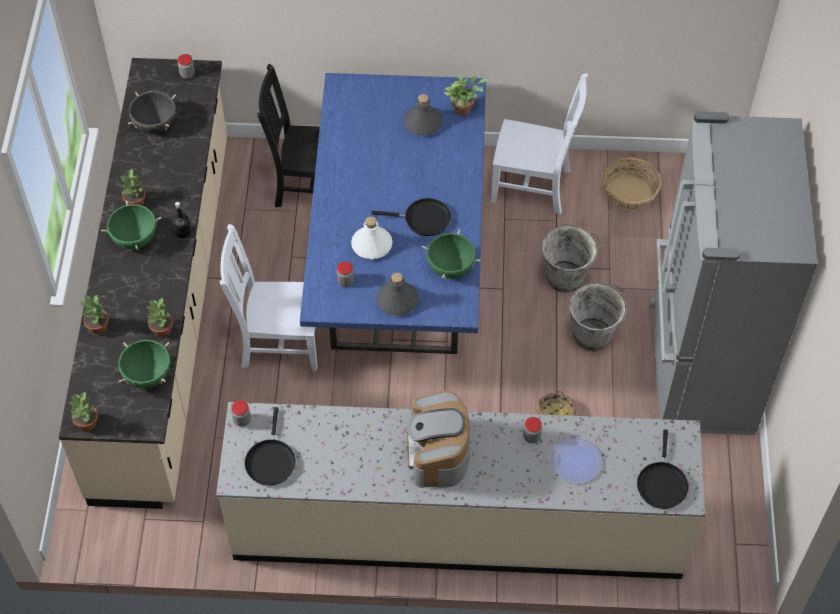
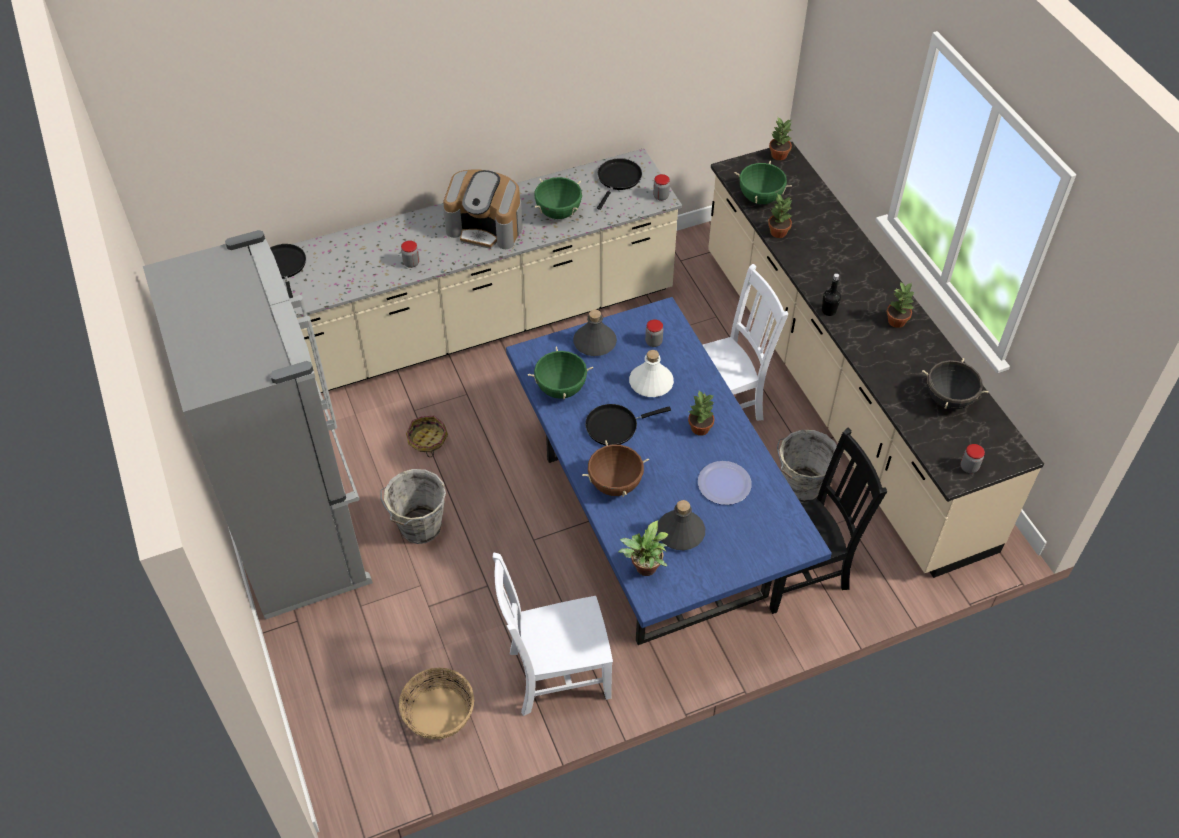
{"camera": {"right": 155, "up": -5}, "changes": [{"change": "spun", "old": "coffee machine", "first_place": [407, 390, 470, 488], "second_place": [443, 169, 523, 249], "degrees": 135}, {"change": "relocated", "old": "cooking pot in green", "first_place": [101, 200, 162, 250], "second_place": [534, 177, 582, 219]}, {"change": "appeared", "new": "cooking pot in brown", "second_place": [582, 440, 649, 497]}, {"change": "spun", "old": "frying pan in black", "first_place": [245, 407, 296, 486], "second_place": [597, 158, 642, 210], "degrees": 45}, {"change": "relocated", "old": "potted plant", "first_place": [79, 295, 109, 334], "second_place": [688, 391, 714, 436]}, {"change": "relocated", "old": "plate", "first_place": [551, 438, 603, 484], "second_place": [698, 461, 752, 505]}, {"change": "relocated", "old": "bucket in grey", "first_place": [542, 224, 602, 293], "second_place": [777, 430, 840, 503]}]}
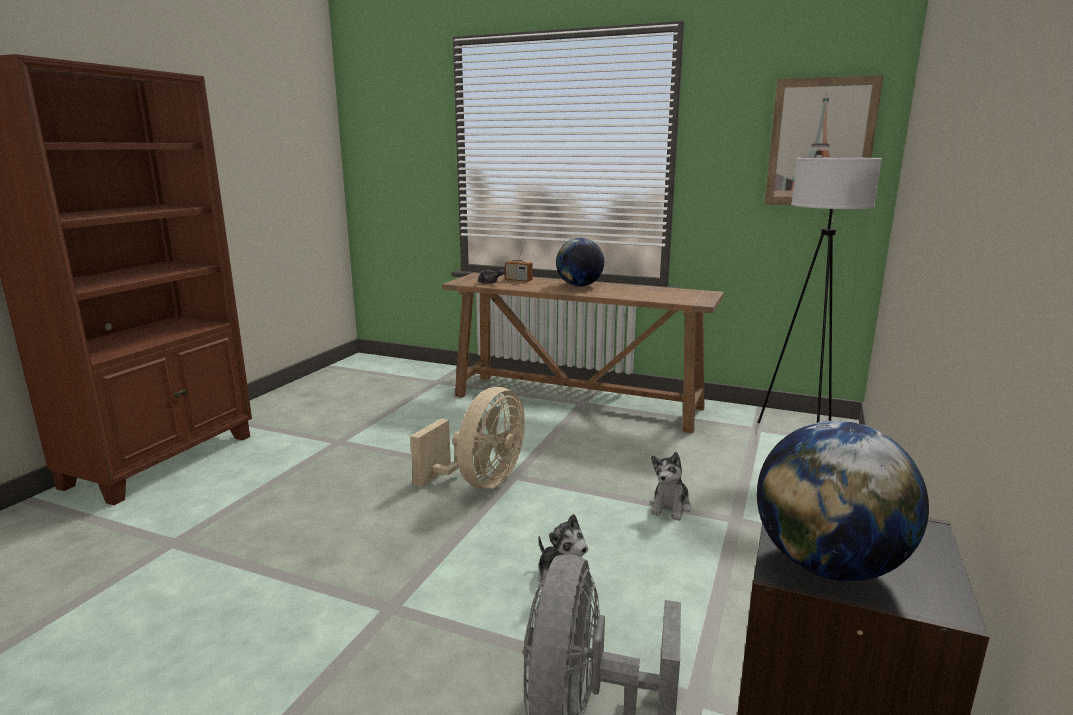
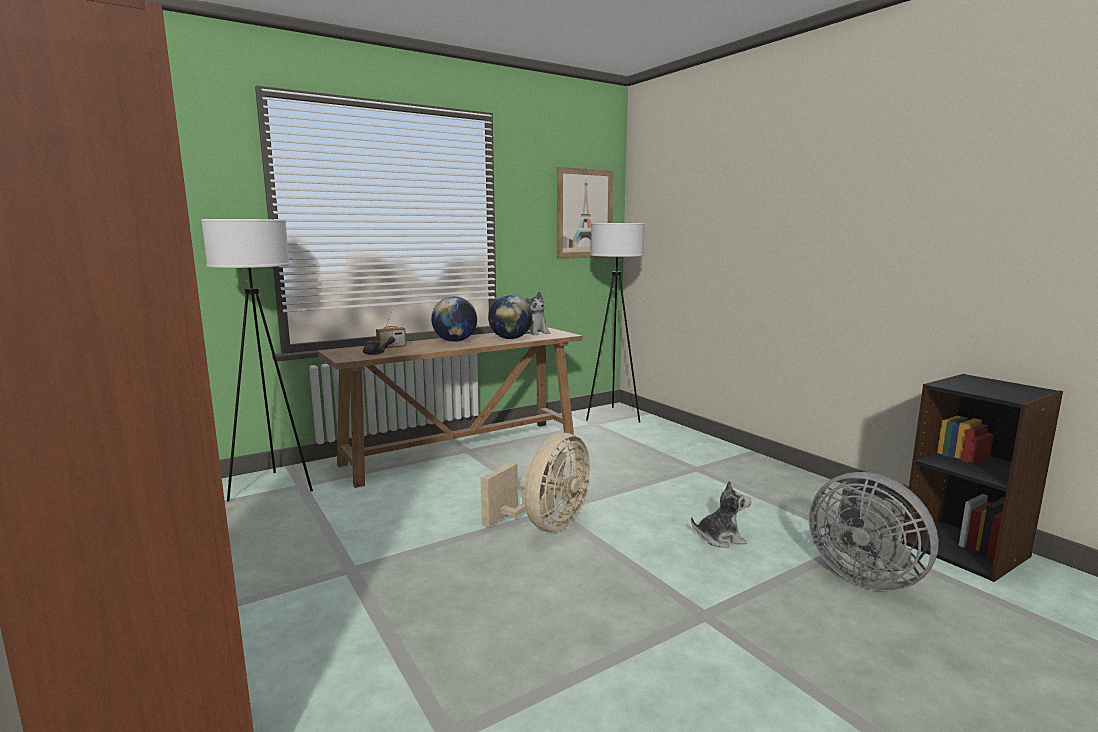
{"camera": {"right": -55, "up": -5}, "changes": [{"change": "appeared", "new": "floor lamp in white", "second_place": [201, 219, 313, 502]}, {"change": "spun", "old": "fan in beige", "first_place": [410, 387, 525, 489], "second_place": [480, 433, 590, 532], "degrees": 60}, {"change": "relocated", "old": "globe", "first_place": [757, 421, 929, 581], "second_place": [488, 295, 532, 339]}, {"change": "relocated", "old": "plush toy", "first_place": [651, 452, 691, 521], "second_place": [525, 292, 550, 335]}]}
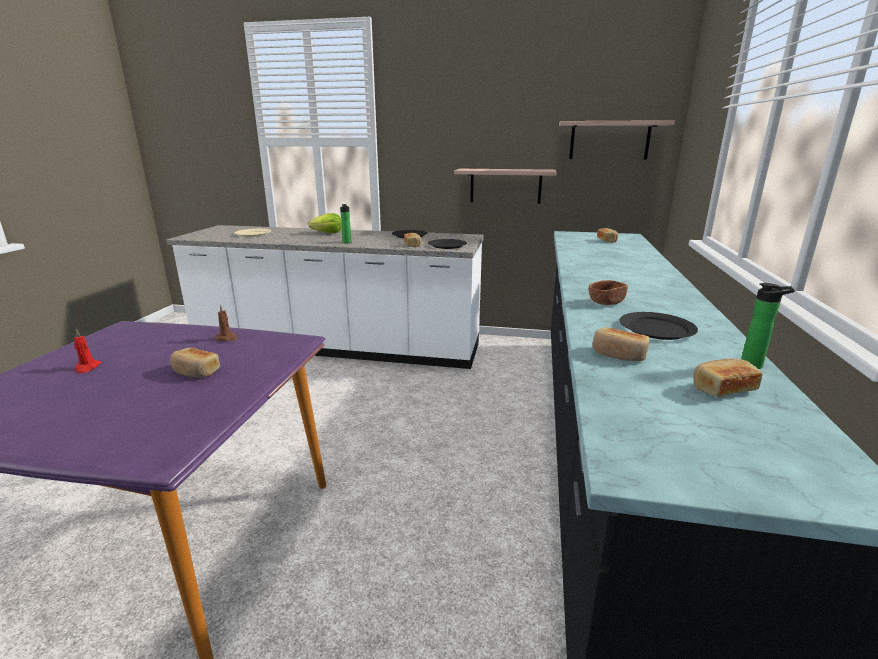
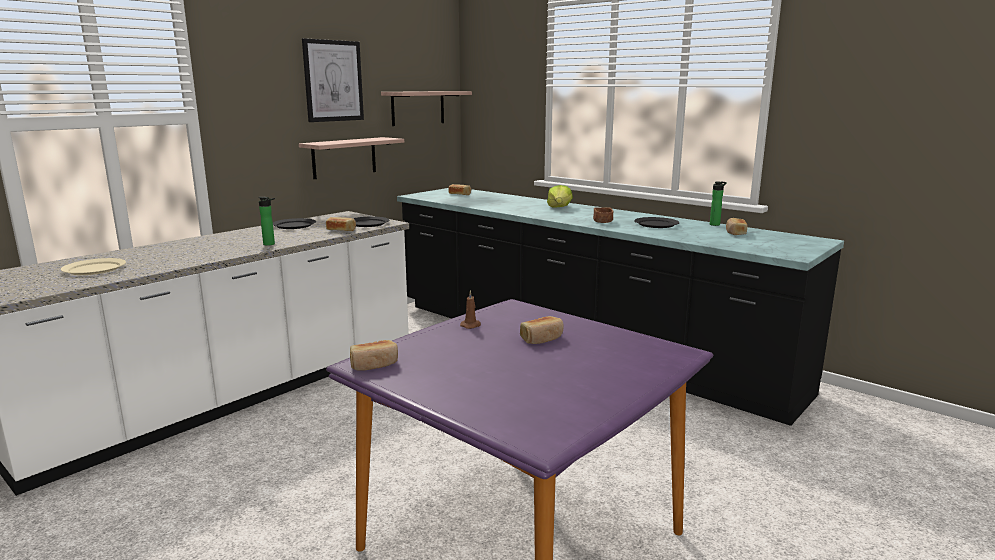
{"camera": {"right": -60, "up": -5}, "changes": [{"change": "appeared", "new": "picture", "second_place": [302, 38, 364, 122]}, {"change": "relocated", "old": "bread", "first_place": [593, 327, 649, 361], "second_place": [350, 340, 398, 371]}, {"change": "relocated", "old": "lettuce", "first_place": [308, 213, 342, 233], "second_place": [547, 185, 573, 208]}, {"change": "missing", "old": "candle in red", "first_place": [74, 329, 101, 373]}]}
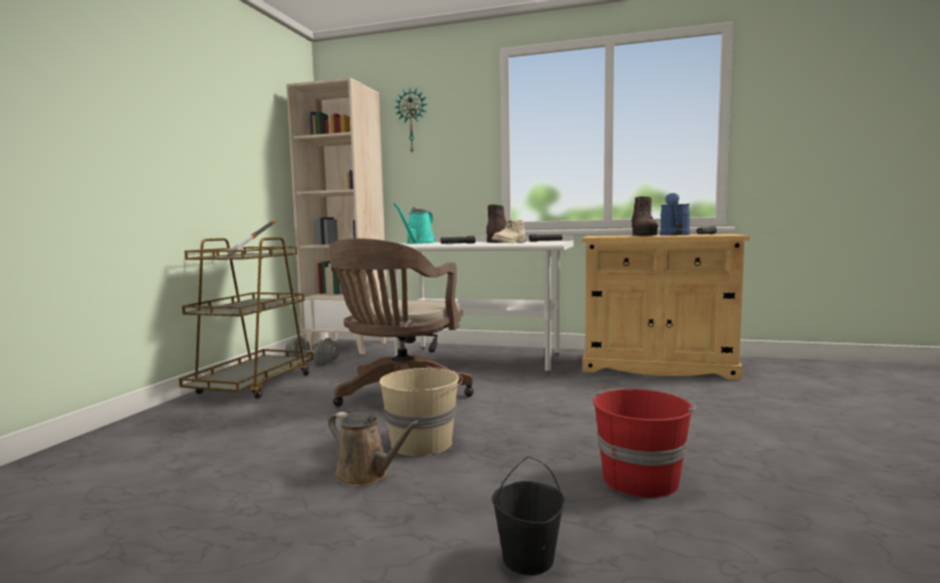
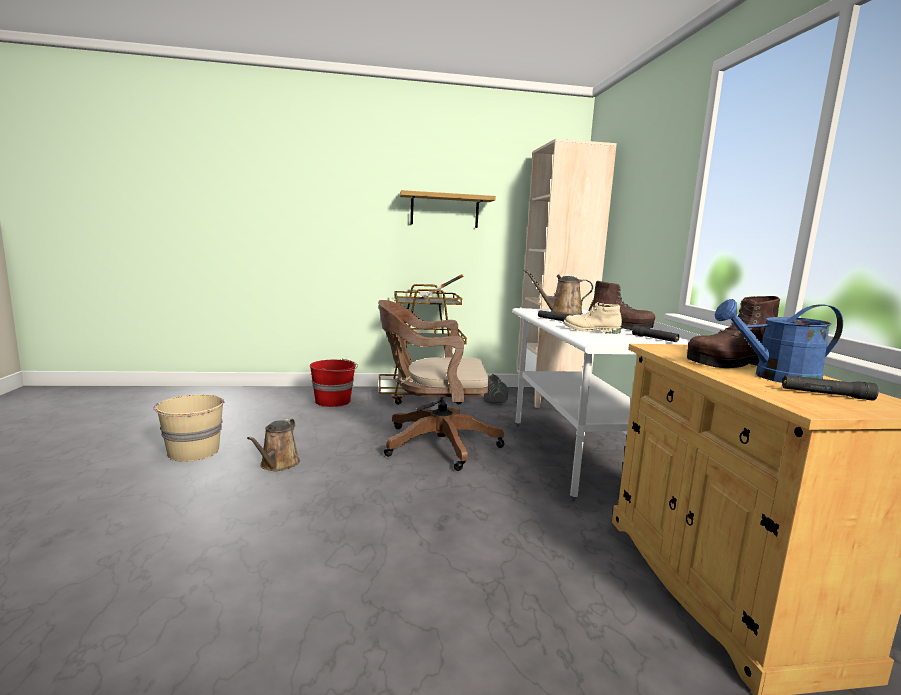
{"camera": {"right": 65, "up": 5}, "changes": [{"change": "relocated", "old": "bucket in beige", "first_place": [379, 365, 463, 456], "second_place": [154, 394, 225, 462]}, {"change": "relocated", "old": "bucket in red", "first_place": [593, 389, 696, 498], "second_place": [310, 358, 358, 407]}, {"change": "appeared", "new": "shelf", "second_place": [400, 190, 496, 228]}, {"change": "colour", "old": "watering can in turquoise", "new": "watering can in brown", "first_place": [393, 203, 436, 244], "second_place": [523, 269, 594, 315]}, {"change": "missing", "old": "wall clock", "first_place": [394, 88, 428, 153]}, {"change": "missing", "old": "bucket in black", "first_place": [492, 456, 564, 575]}]}
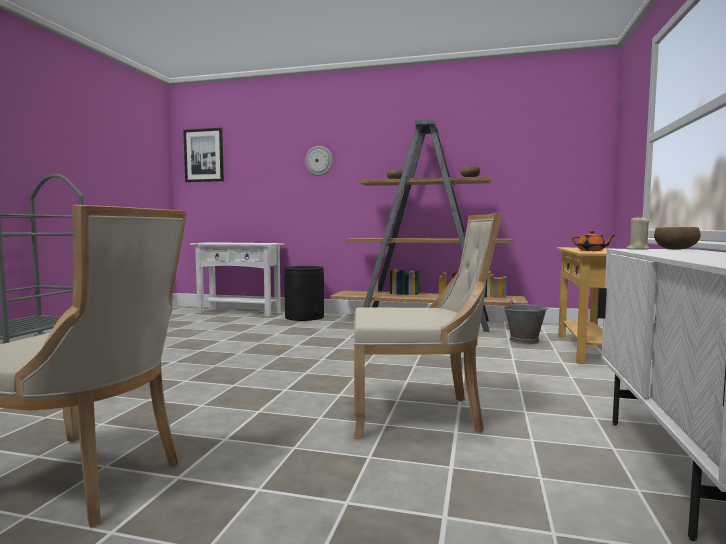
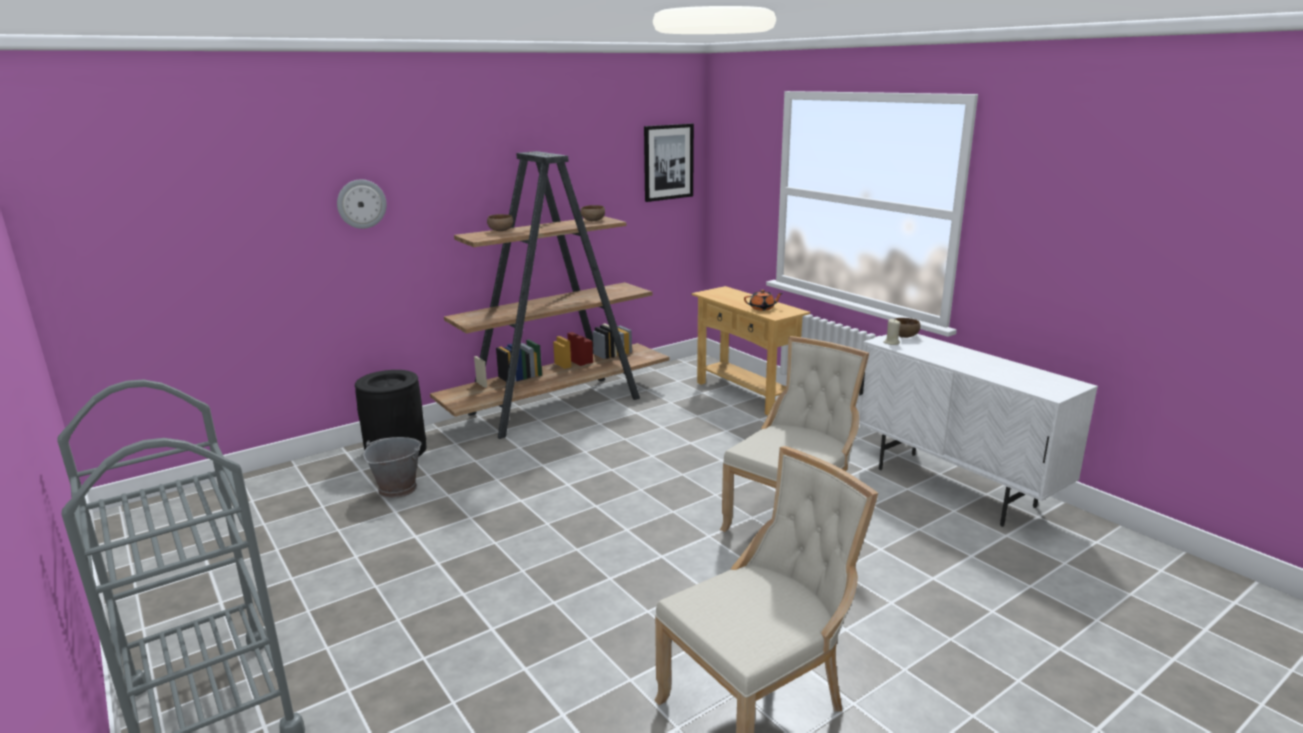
{"camera": {"right": -50, "up": 15}, "changes": [{"change": "relocated", "old": "bucket in grey", "first_place": [503, 300, 548, 344], "second_place": [363, 437, 421, 498]}, {"change": "relocated", "old": "picture", "first_place": [183, 128, 224, 182], "second_place": [644, 123, 694, 202]}, {"change": "missing", "old": "console table in white", "first_place": [190, 242, 285, 317]}]}
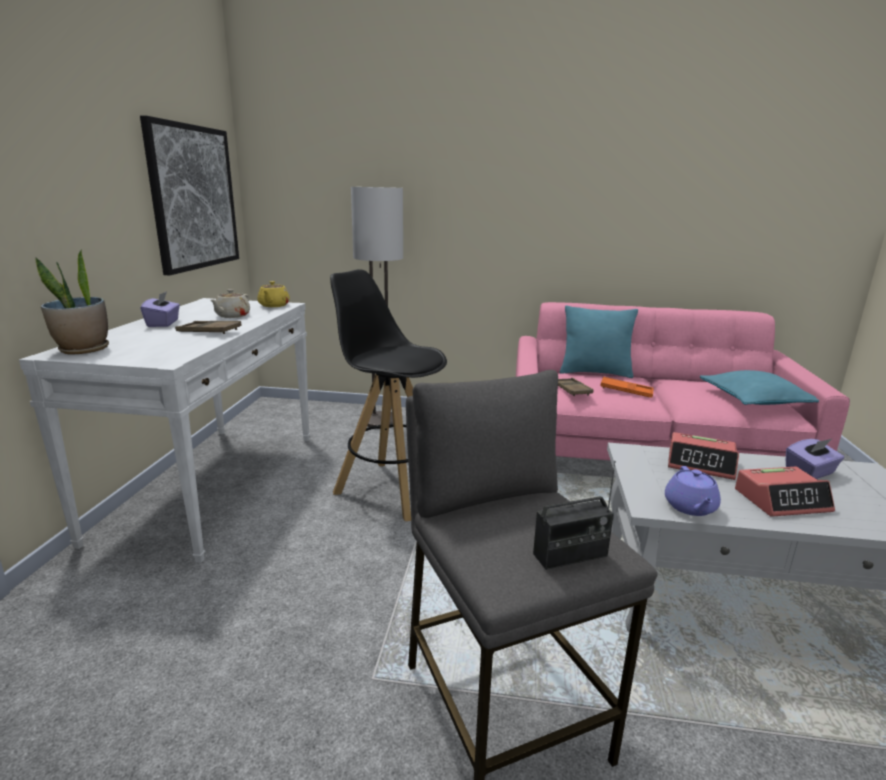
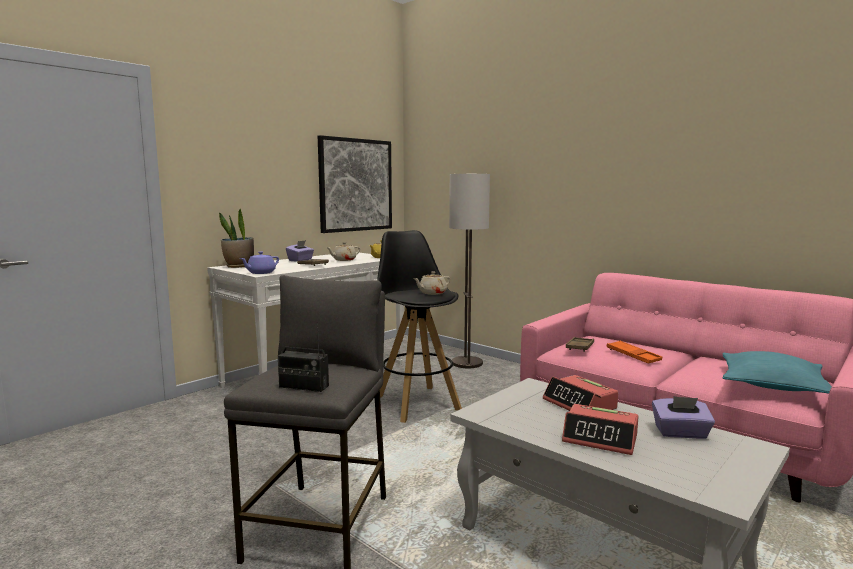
{"camera": {"right": 35, "up": -10}, "changes": [{"change": "relocated", "old": "teapot in purple", "first_place": [665, 466, 721, 516], "second_place": [239, 251, 279, 274]}, {"change": "appeared", "new": "teapot in beige", "second_place": [413, 272, 450, 295]}, {"change": "missing", "old": "pillow in turquoise", "first_place": [560, 305, 638, 378]}]}
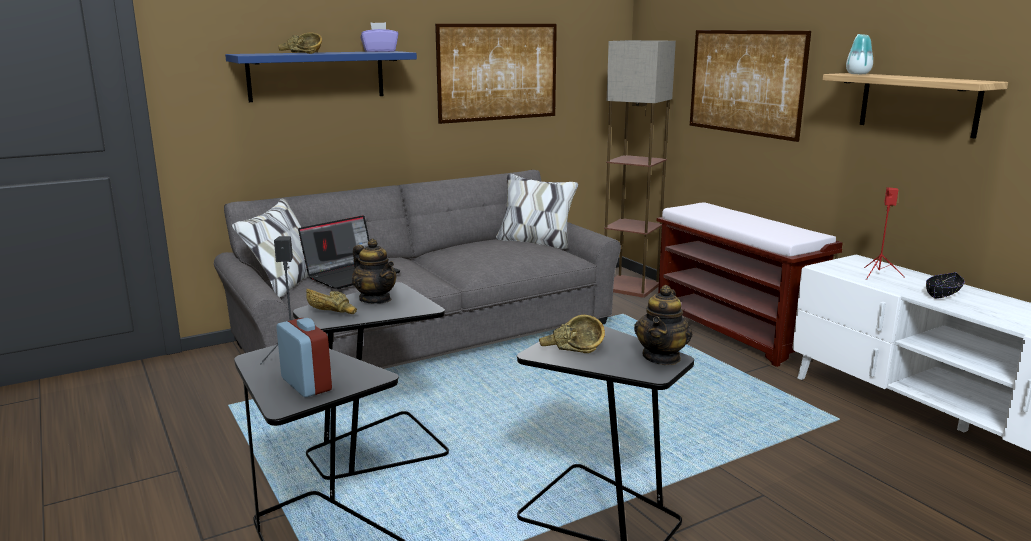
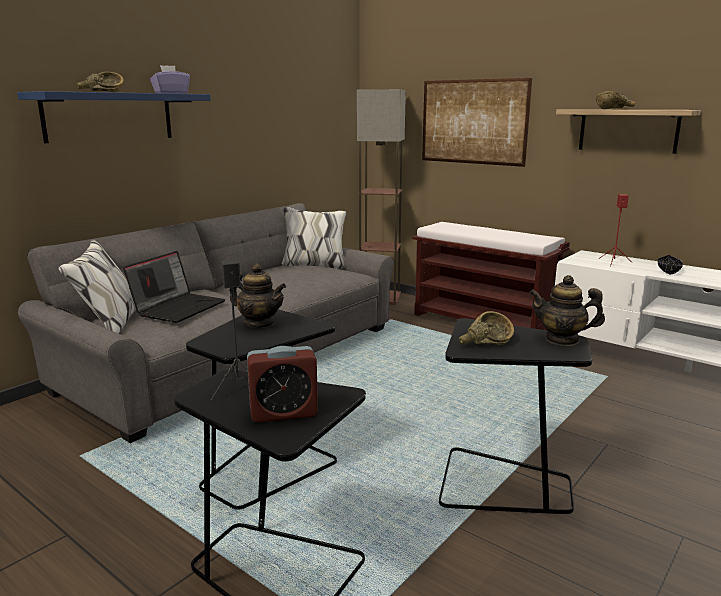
{"camera": {"right": -20, "up": 0}, "changes": [{"change": "spun", "old": "alarm clock", "first_place": [277, 318, 332, 397], "second_place": [247, 346, 318, 423], "degrees": 135}, {"change": "spun", "old": "teapot", "first_place": [634, 285, 692, 365], "second_place": [529, 275, 605, 346], "degrees": 105}, {"change": "relocated", "old": "bowl in brown", "first_place": [306, 289, 357, 314], "second_place": [596, 91, 635, 109]}, {"change": "missing", "old": "picture", "first_place": [435, 24, 557, 124]}, {"change": "missing", "old": "vase", "first_place": [846, 34, 873, 74]}]}
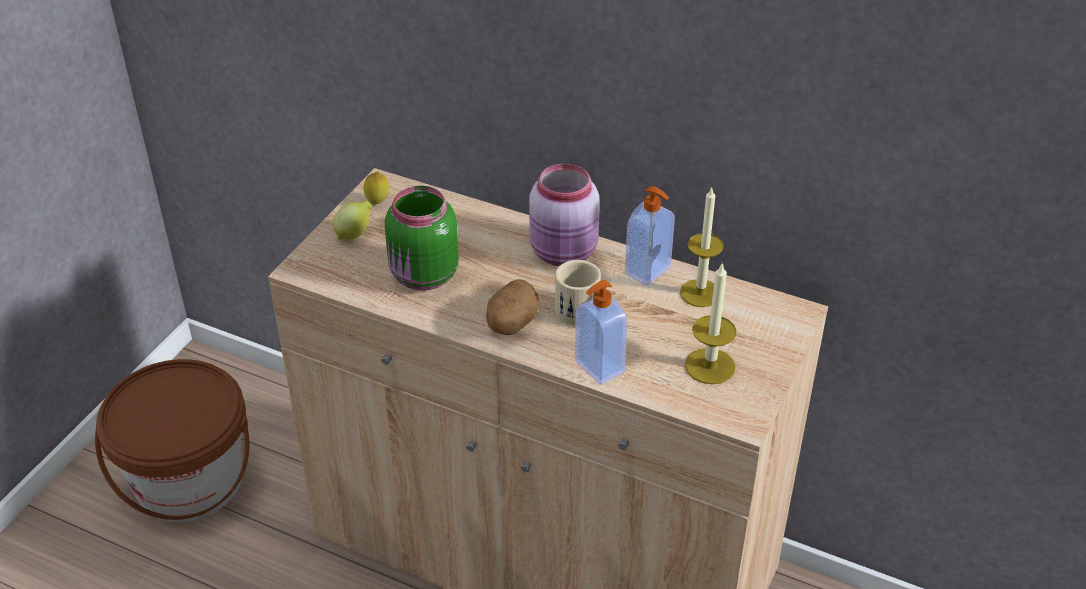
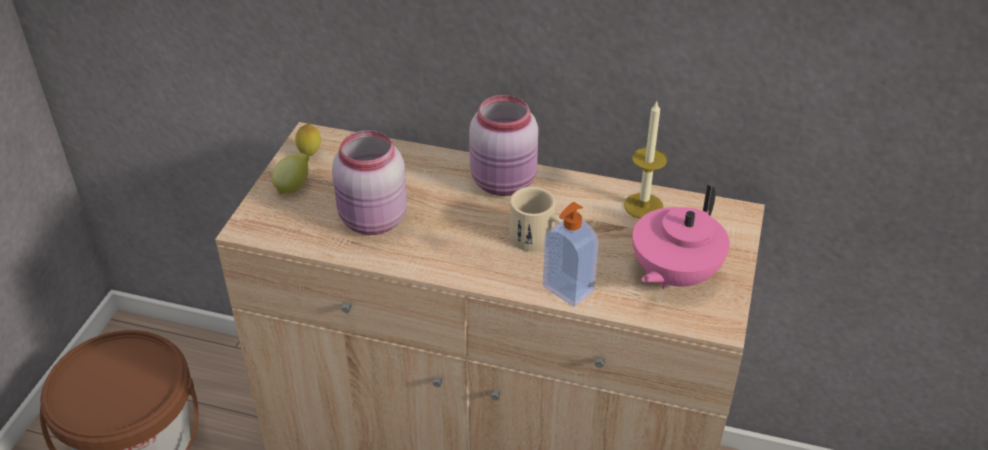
{"camera": {"right": -10, "up": 0}, "changes": [{"change": "colour", "old": "jar in green", "new": "jar in pink", "first_place": [385, 186, 459, 291], "second_place": [332, 130, 407, 235]}, {"change": "exchanged", "old": "candle", "new": "teapot in pink", "first_place": [685, 262, 736, 384], "second_place": [632, 185, 730, 289]}, {"change": "missing", "old": "potato", "first_place": [486, 279, 539, 335]}, {"change": "missing", "old": "soap dispenser", "first_place": [625, 186, 675, 286]}]}
